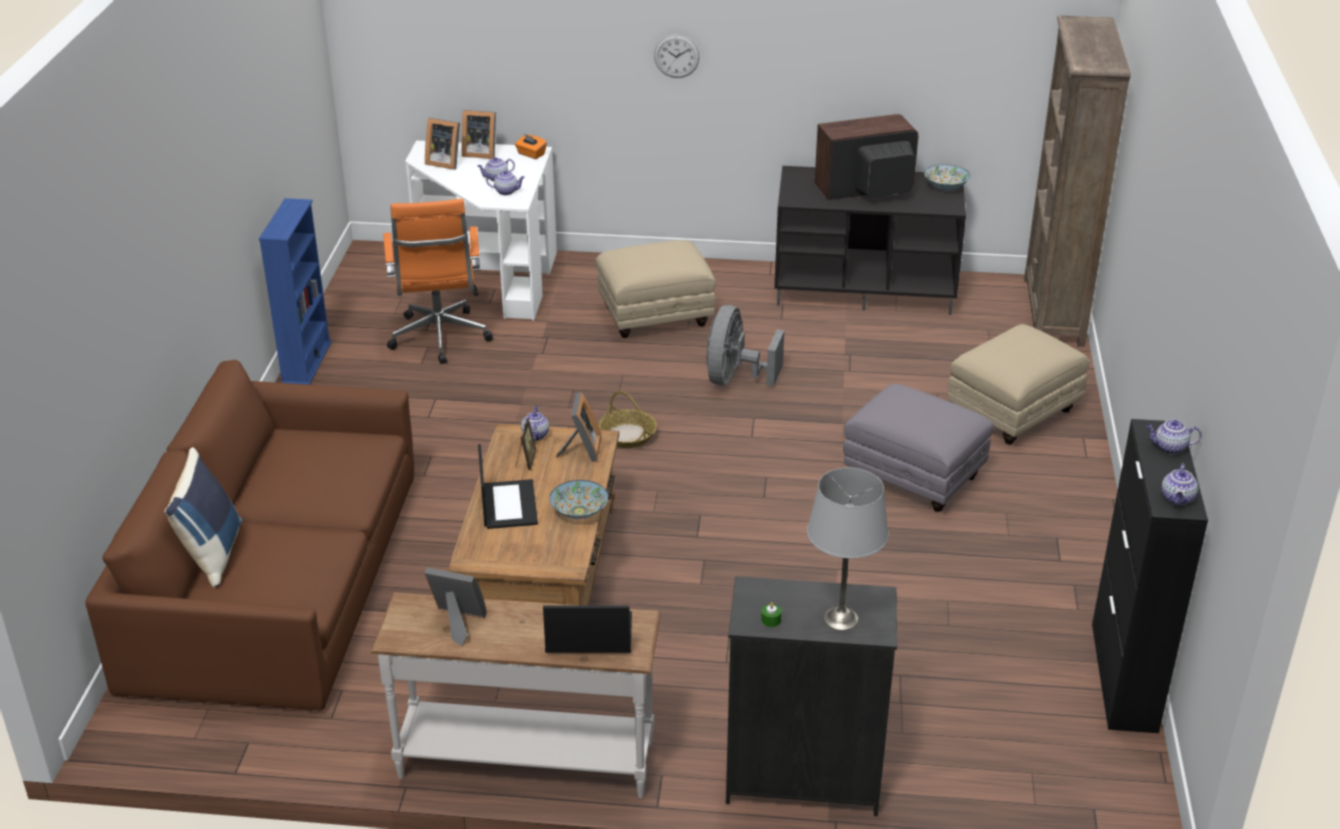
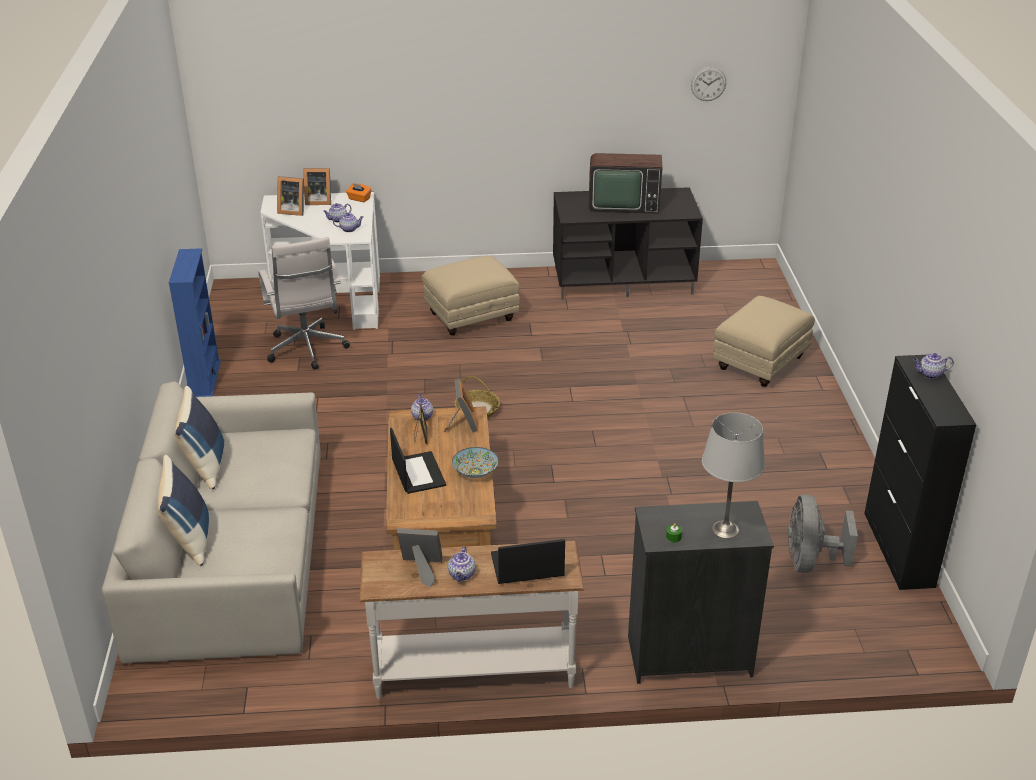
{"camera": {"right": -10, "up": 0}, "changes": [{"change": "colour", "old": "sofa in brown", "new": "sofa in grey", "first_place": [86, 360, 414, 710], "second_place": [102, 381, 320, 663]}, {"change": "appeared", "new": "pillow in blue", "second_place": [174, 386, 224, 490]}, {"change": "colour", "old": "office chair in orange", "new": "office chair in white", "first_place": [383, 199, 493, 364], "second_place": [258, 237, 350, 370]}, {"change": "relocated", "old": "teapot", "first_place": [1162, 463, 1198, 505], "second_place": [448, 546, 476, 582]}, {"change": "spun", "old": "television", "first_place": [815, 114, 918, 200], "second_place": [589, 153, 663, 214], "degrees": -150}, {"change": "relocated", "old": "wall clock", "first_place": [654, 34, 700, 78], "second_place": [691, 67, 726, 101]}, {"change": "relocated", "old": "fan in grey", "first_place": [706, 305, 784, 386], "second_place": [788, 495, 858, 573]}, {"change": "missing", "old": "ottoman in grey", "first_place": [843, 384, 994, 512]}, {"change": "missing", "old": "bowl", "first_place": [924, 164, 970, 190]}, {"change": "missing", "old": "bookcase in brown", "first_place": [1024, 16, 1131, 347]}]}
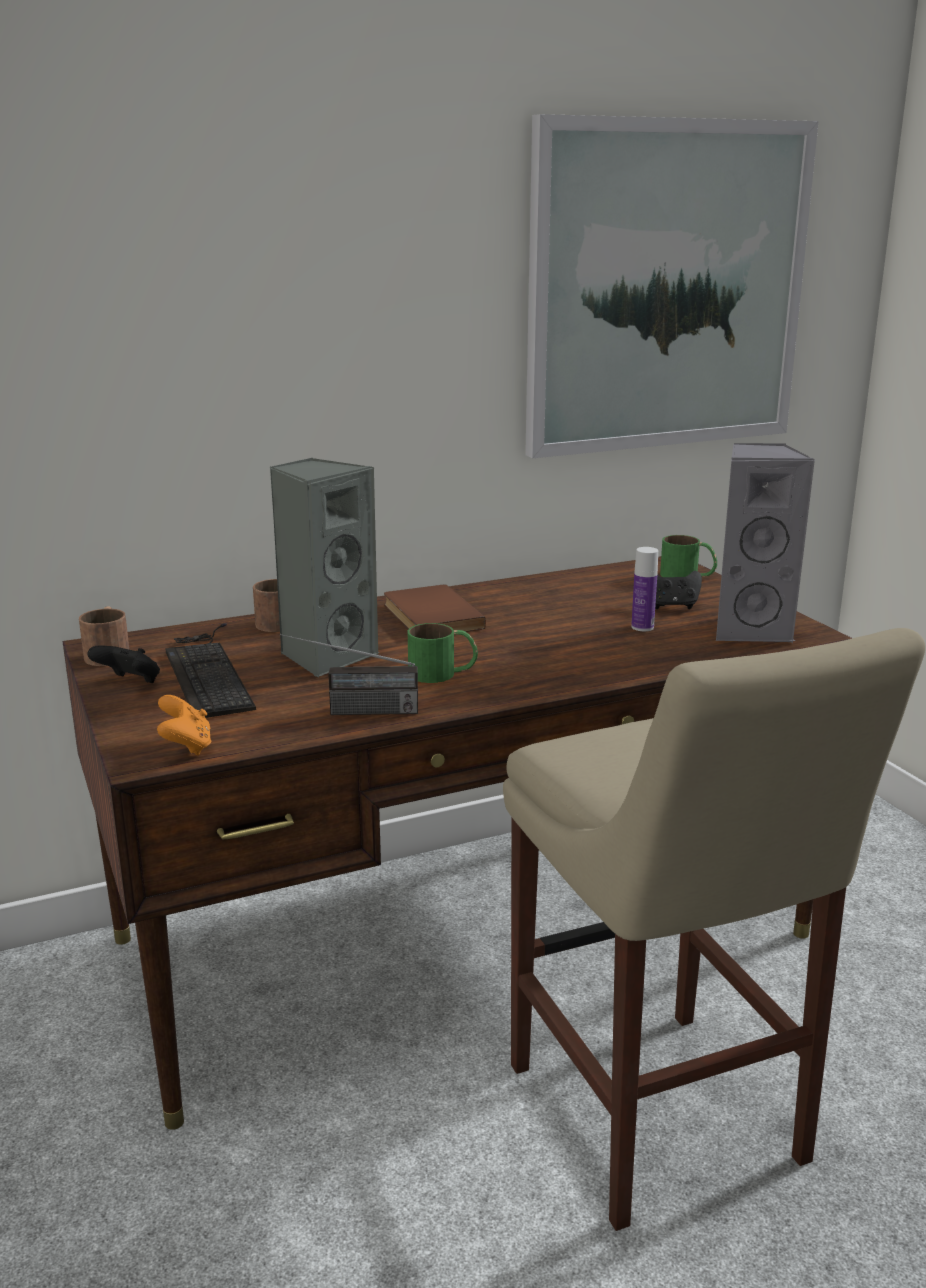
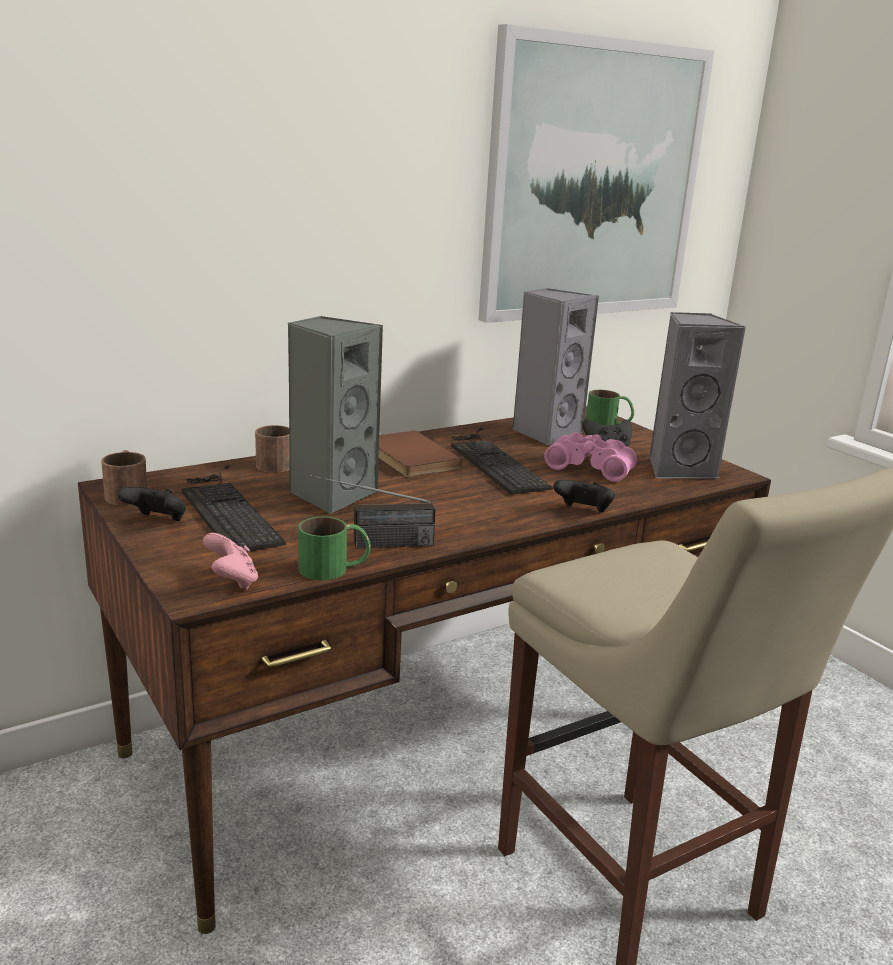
{"camera": {"right": -10, "up": 0}, "changes": [{"change": "colour", "old": "game controller in orange", "new": "game controller in pink", "first_place": [157, 695, 211, 756], "second_place": [203, 533, 258, 590]}, {"change": "relocated", "old": "mug in green", "first_place": [408, 623, 478, 683], "second_place": [298, 516, 371, 580]}, {"change": "appeared", "new": "keyboard", "second_place": [451, 427, 552, 495]}, {"change": "appeared", "new": "speaker in grey", "second_place": [512, 288, 599, 445]}, {"change": "exchanged", "old": "bottle", "new": "binoculars in pink", "first_place": [631, 547, 658, 631], "second_place": [544, 432, 637, 482]}, {"change": "appeared", "new": "game controller in black", "second_place": [553, 480, 615, 512]}]}
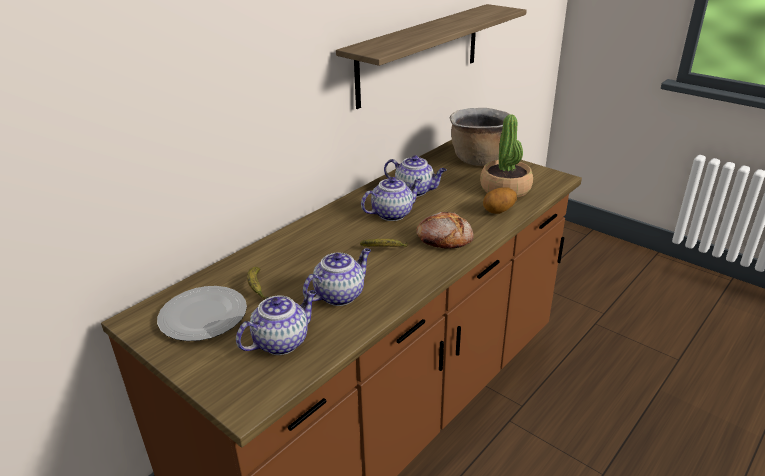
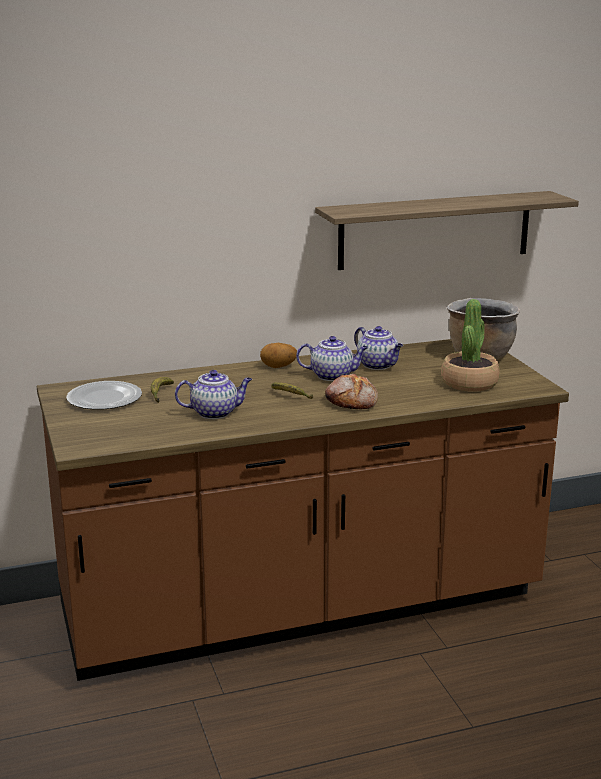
{"camera": {"right": 30, "up": -10}, "changes": [{"change": "relocated", "old": "potato", "first_place": [483, 187, 517, 214], "second_place": [260, 343, 297, 368]}, {"change": "missing", "old": "teapot", "first_place": [236, 290, 317, 355]}]}
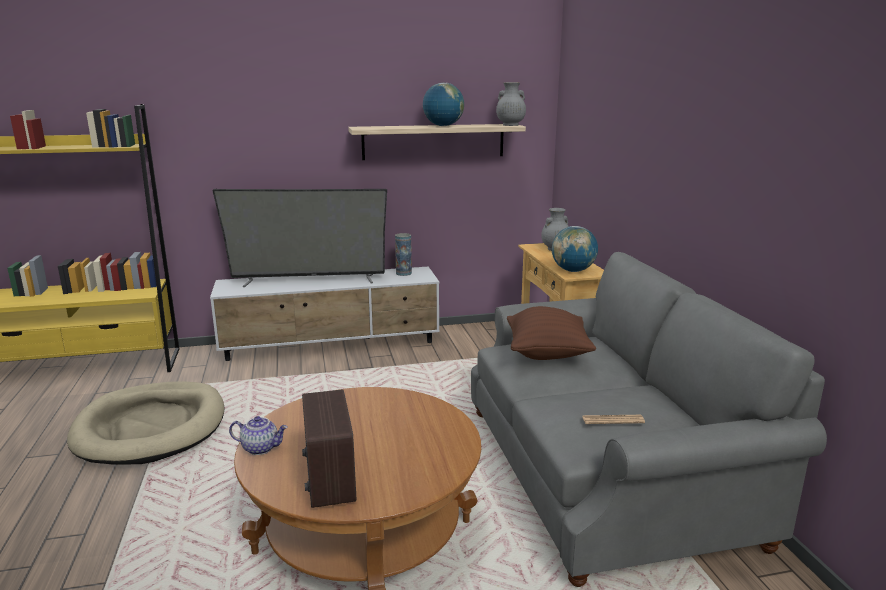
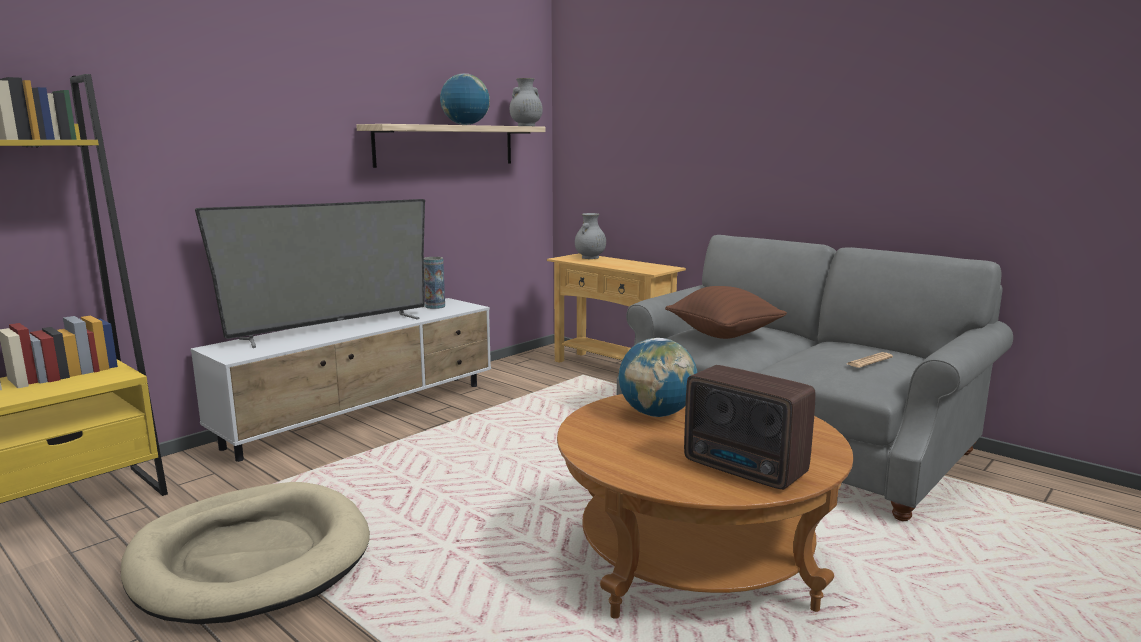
{"camera": {"right": -35, "up": -5}, "changes": [{"change": "relocated", "old": "globe", "first_place": [552, 226, 598, 272], "second_place": [619, 338, 697, 417]}, {"change": "missing", "old": "teapot", "first_place": [229, 416, 288, 455]}]}
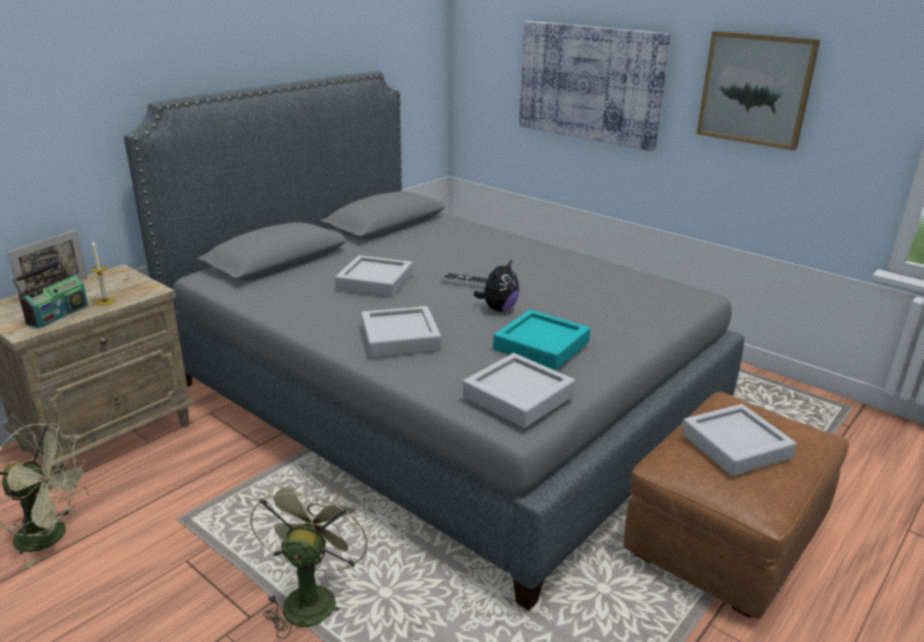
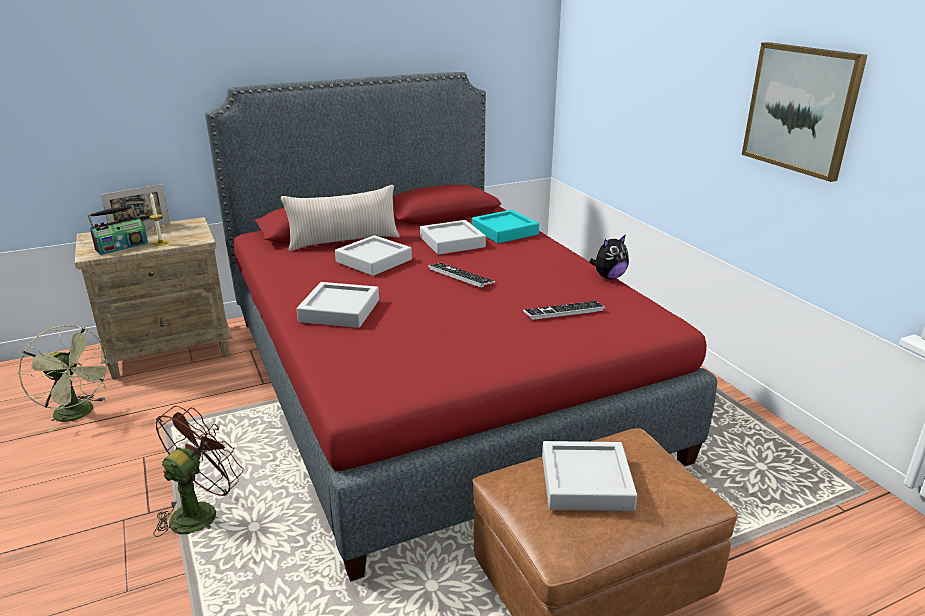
{"camera": {"right": 25, "up": 0}, "changes": [{"change": "colour", "old": "fan in green", "new": "fan in brown", "first_place": [250, 477, 370, 639], "second_place": [154, 406, 243, 537]}, {"change": "colour", "old": "bed in grey", "new": "bed in red", "first_place": [124, 71, 744, 611], "second_place": [205, 72, 717, 582]}, {"change": "appeared", "new": "pillow in beige", "second_place": [281, 185, 400, 251]}, {"change": "relocated", "old": "tray in grey", "first_place": [463, 353, 575, 428], "second_place": [420, 220, 486, 255]}, {"change": "relocated", "old": "tray in turquoise", "first_place": [493, 310, 590, 370], "second_place": [472, 210, 539, 243]}, {"change": "appeared", "new": "keyboard", "second_place": [523, 301, 605, 320]}, {"change": "relocated", "old": "plush toy", "first_place": [474, 260, 519, 312], "second_place": [589, 234, 629, 279]}, {"change": "missing", "old": "picture", "first_place": [519, 21, 670, 151]}]}
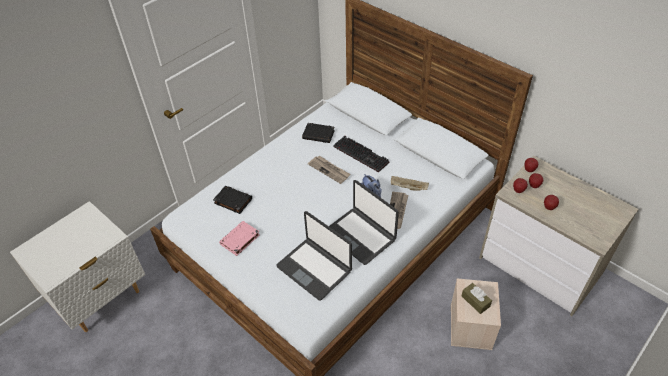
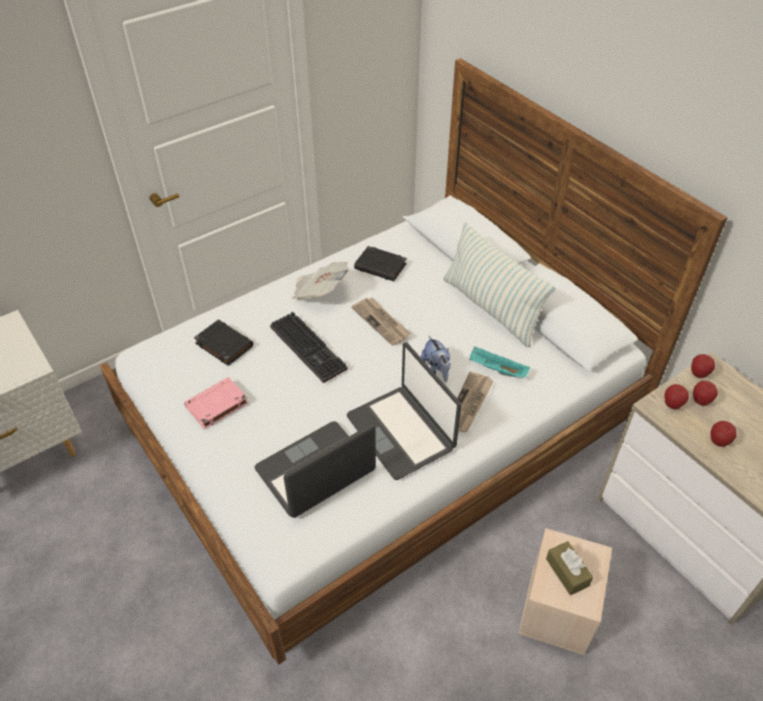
{"camera": {"right": 10, "up": 0}, "changes": [{"change": "spun", "old": "laptop", "first_place": [276, 211, 352, 301], "second_place": [255, 421, 376, 518], "degrees": 90}, {"change": "relocated", "old": "keyboard", "first_place": [333, 136, 389, 172], "second_place": [270, 312, 348, 383]}, {"change": "appeared", "new": "newspaper", "second_place": [293, 261, 349, 299]}, {"change": "appeared", "new": "pillow", "second_place": [443, 222, 556, 347]}, {"change": "colour", "old": "tray in beige", "new": "tray in turquoise", "first_place": [391, 176, 429, 191], "second_place": [470, 347, 530, 378]}]}
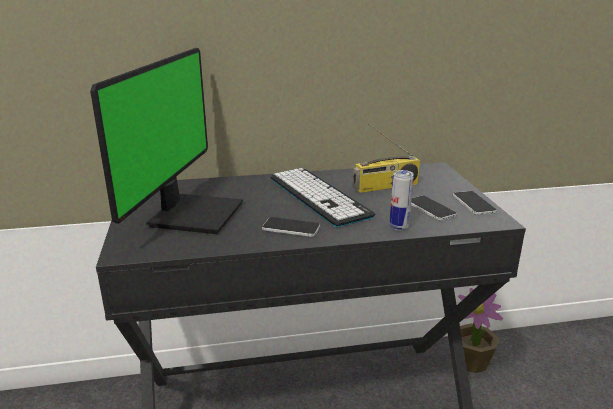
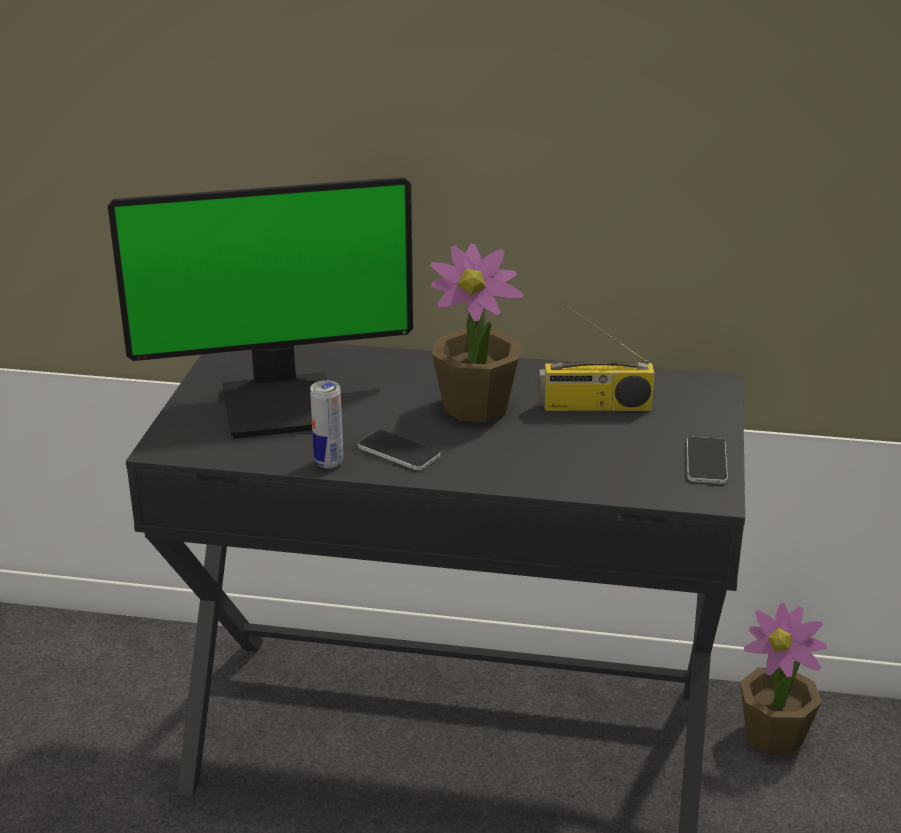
{"camera": {"right": 20, "up": 5}, "changes": [{"change": "spun", "old": "monitor", "first_place": [90, 48, 243, 234], "second_place": [108, 177, 413, 439], "degrees": 45}, {"change": "relocated", "old": "can", "first_place": [389, 170, 414, 231], "second_place": [310, 380, 343, 468]}, {"change": "exchanged", "old": "keyboard", "new": "potted plant", "first_place": [271, 168, 375, 227], "second_place": [430, 244, 523, 422]}, {"change": "missing", "old": "phone", "first_place": [411, 196, 457, 221]}]}
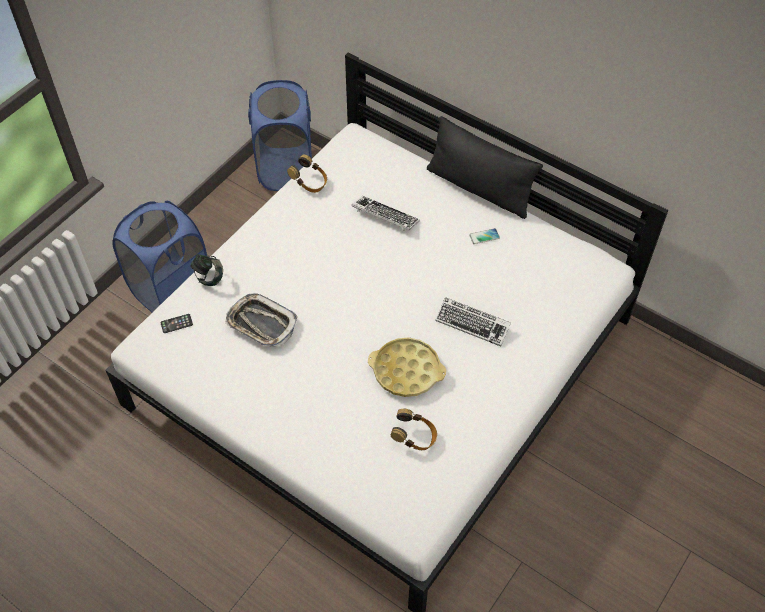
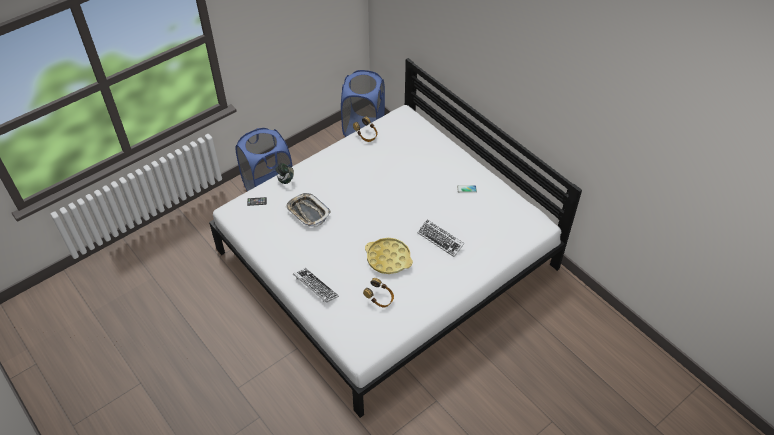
{"camera": {"right": 15, "up": -5}, "changes": [{"change": "relocated", "old": "keyboard", "first_place": [351, 196, 420, 231], "second_place": [293, 268, 339, 303]}, {"change": "missing", "old": "pillow in black", "first_place": [427, 116, 543, 219]}]}
